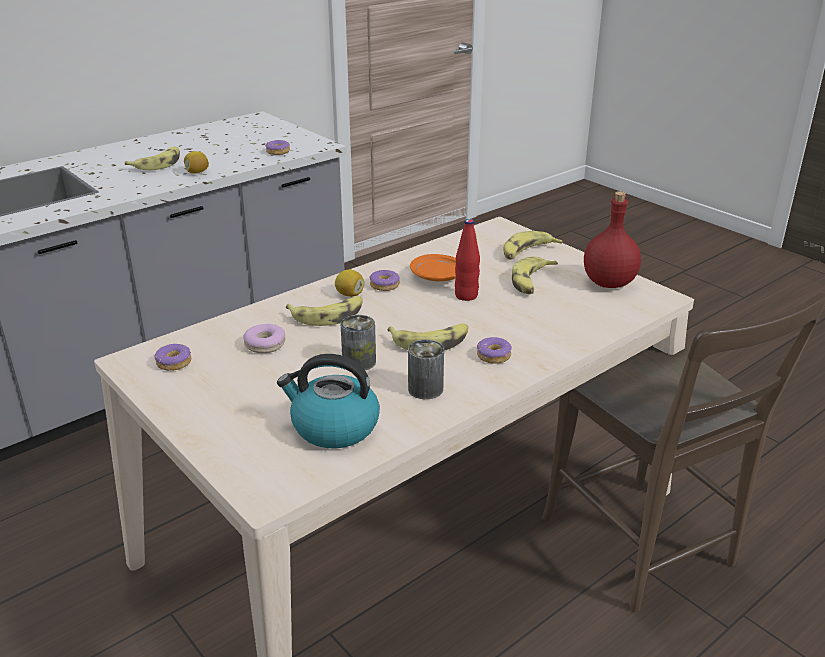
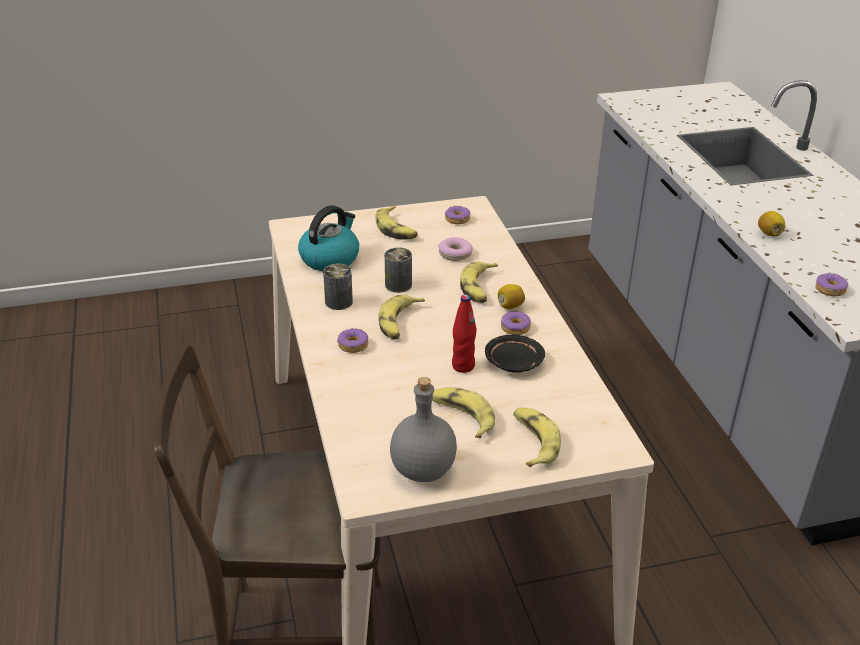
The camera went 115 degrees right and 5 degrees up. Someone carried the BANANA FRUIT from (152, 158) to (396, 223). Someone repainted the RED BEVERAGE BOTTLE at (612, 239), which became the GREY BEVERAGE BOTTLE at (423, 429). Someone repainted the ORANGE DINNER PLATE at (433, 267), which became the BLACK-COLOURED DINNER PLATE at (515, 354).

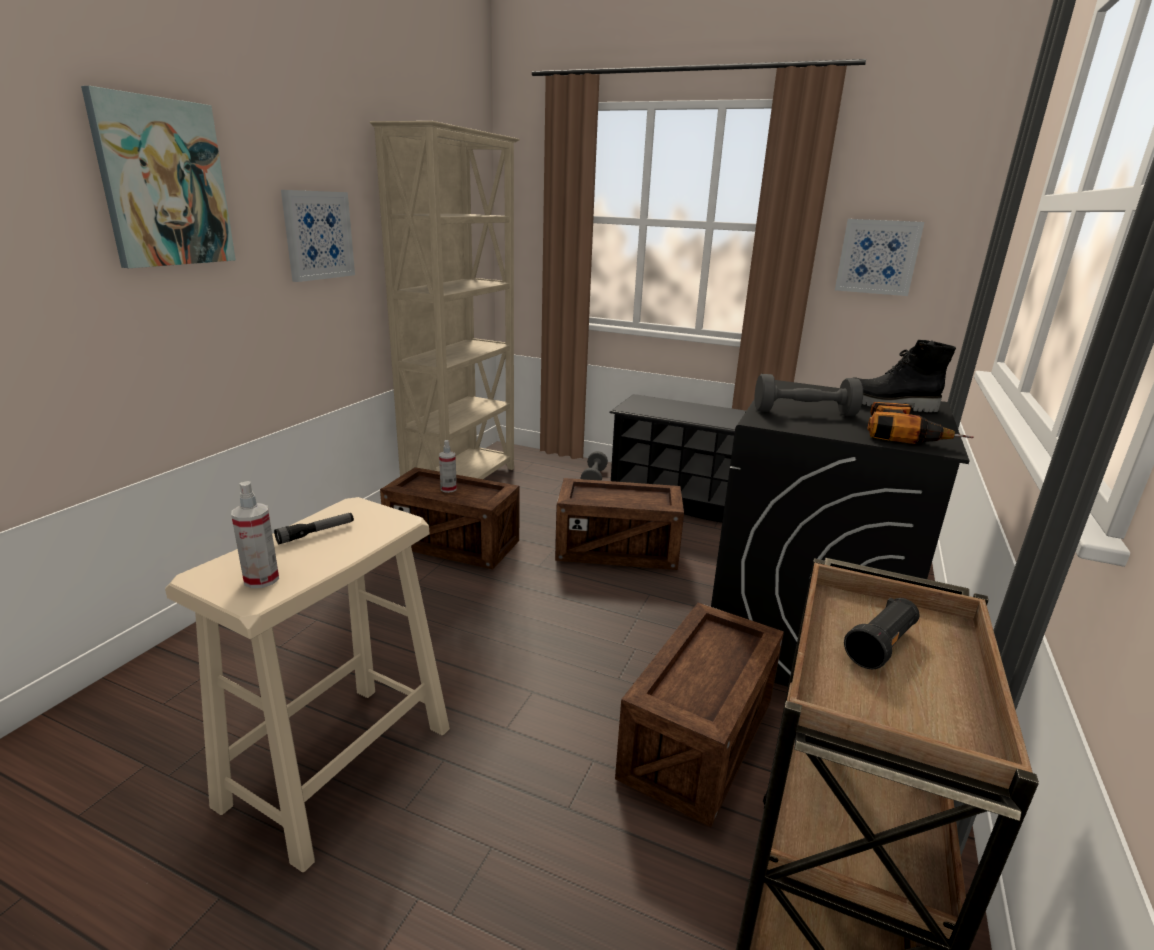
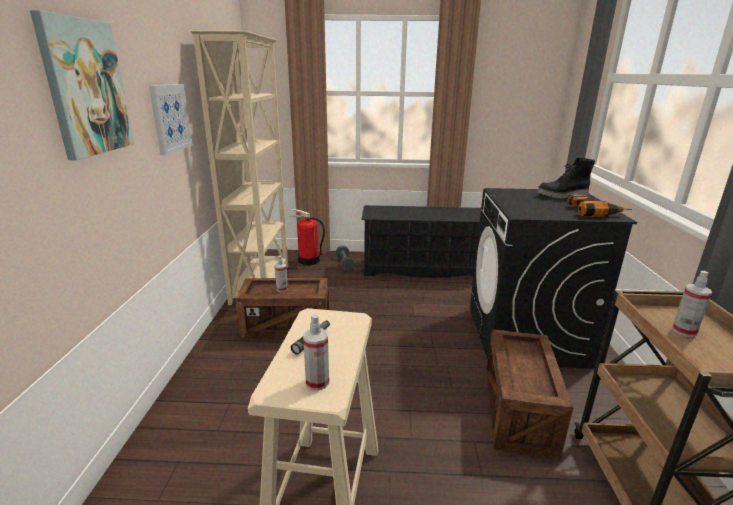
The camera went 20 degrees left and 0 degrees up. Someone took away the WALL ART at (879, 257). Someone took away the GREY FREE WEIGHT at (809, 395). Someone took away the SHIPPING CRATE at (619, 524). Someone swapped the BLACK-COLOURED TORCH at (881, 633) for the SPRAY BOTTLE at (692, 304). Someone put down the FIRE-FIGHTING CYLINDER at (307, 237).

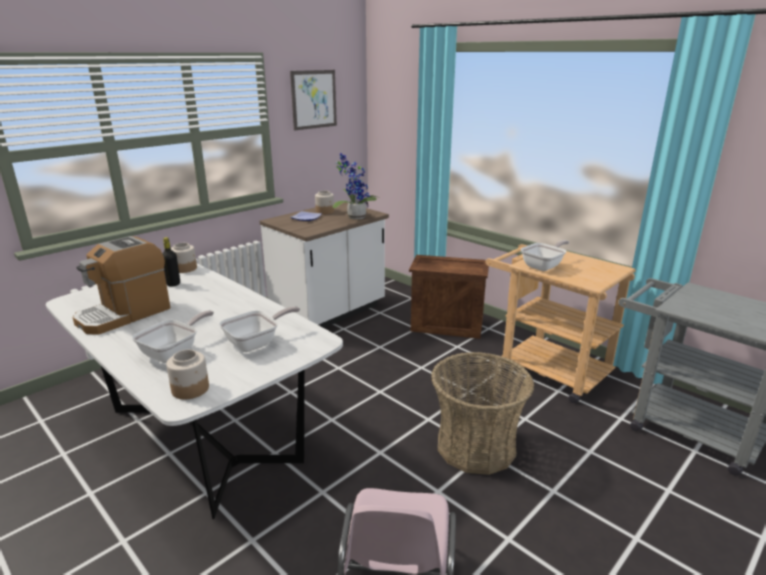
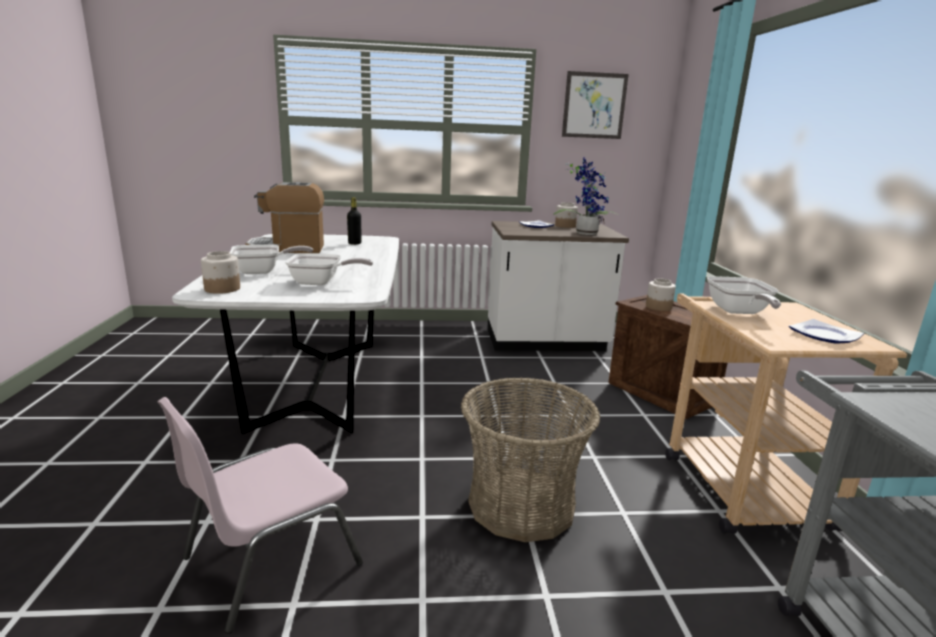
The camera went 40 degrees right and 5 degrees down. Someone rotated the SKILLET at (545, 255) by 90 degrees clockwise. Someone carried the JAR from (184, 258) to (661, 294). Someone put down the DINNER PLATE at (826, 331).

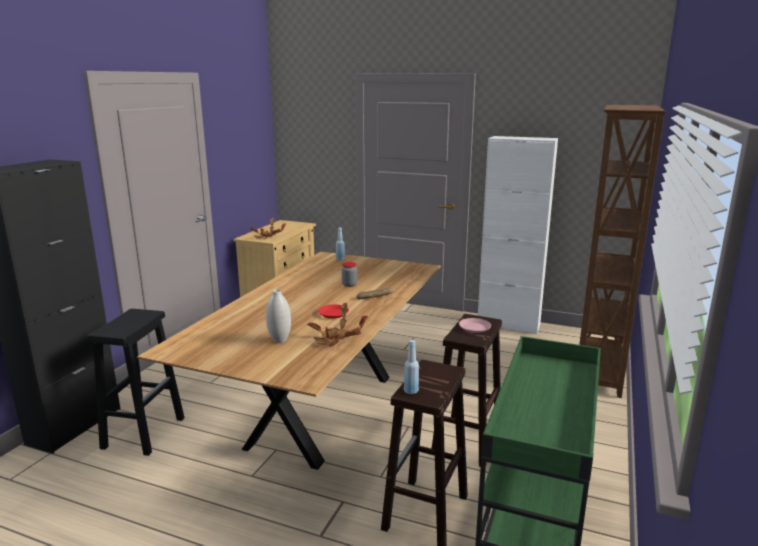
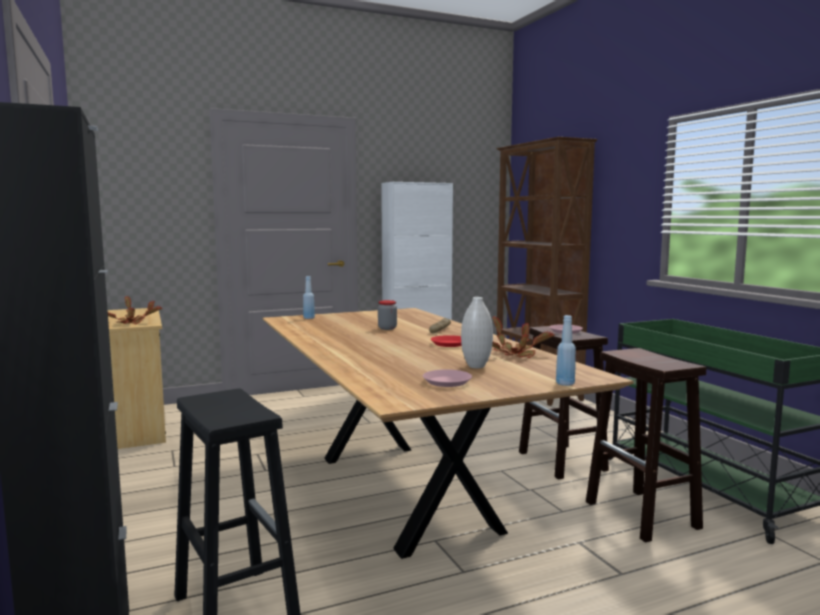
The camera went 45 degrees left and 10 degrees down. Someone carried the BLUISH BEVERAGE BOTTLE from (411, 367) to (566, 350). Someone put down the PINK-COLOURED DINNER PLATE at (447, 378).

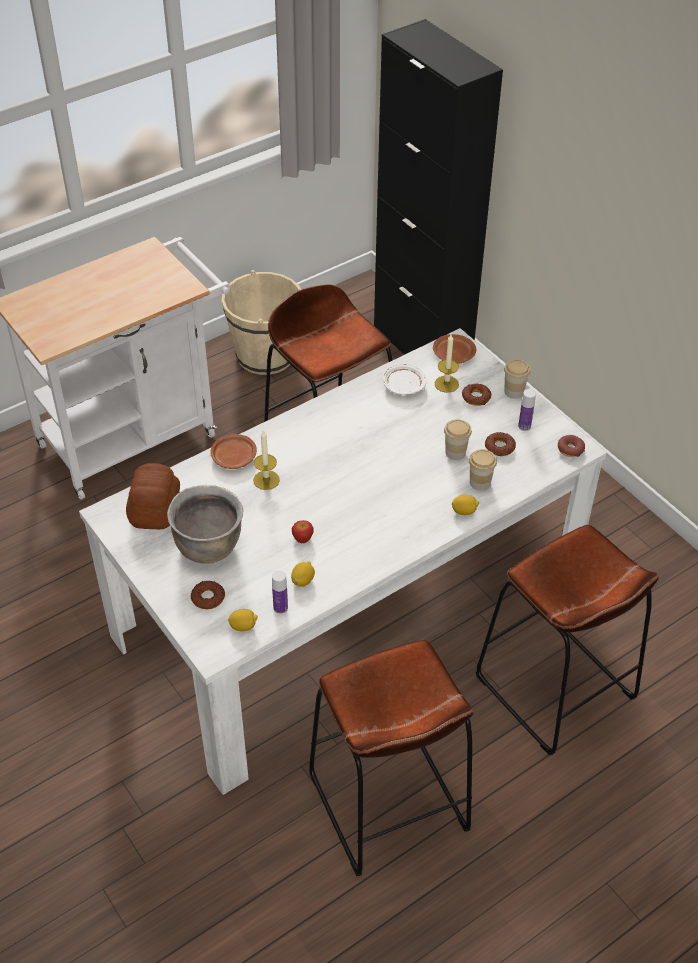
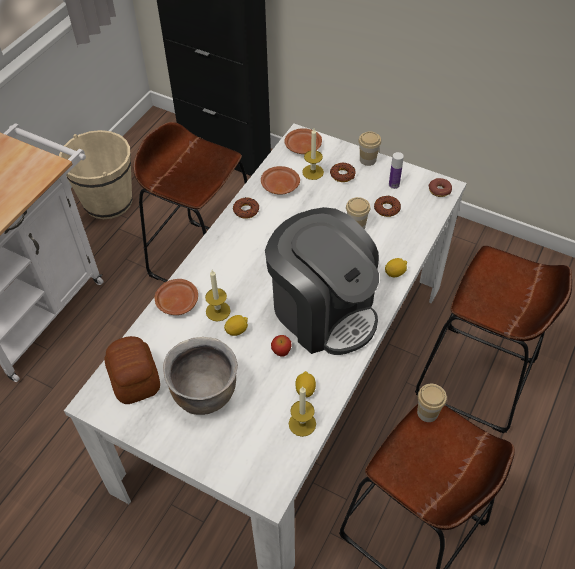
The camera went 25 degrees left and 5 degrees up. Someone repainted the WHITE DINNER PLATE at (405, 379), which became the BROWN DINNER PLATE at (280, 180). Someone carried the DRINKING CUP from (483, 470) to (432, 403). Someone swapped the BEVERAGE BOTTLE at (280, 592) for the CANDLE at (302, 412). Someone carried the DOUGHNUT from (208, 595) to (246, 208). Someone carried the CITRUS FRUIT from (243, 620) to (236, 325). Someone put down the COFFEE MAKER at (322, 281).

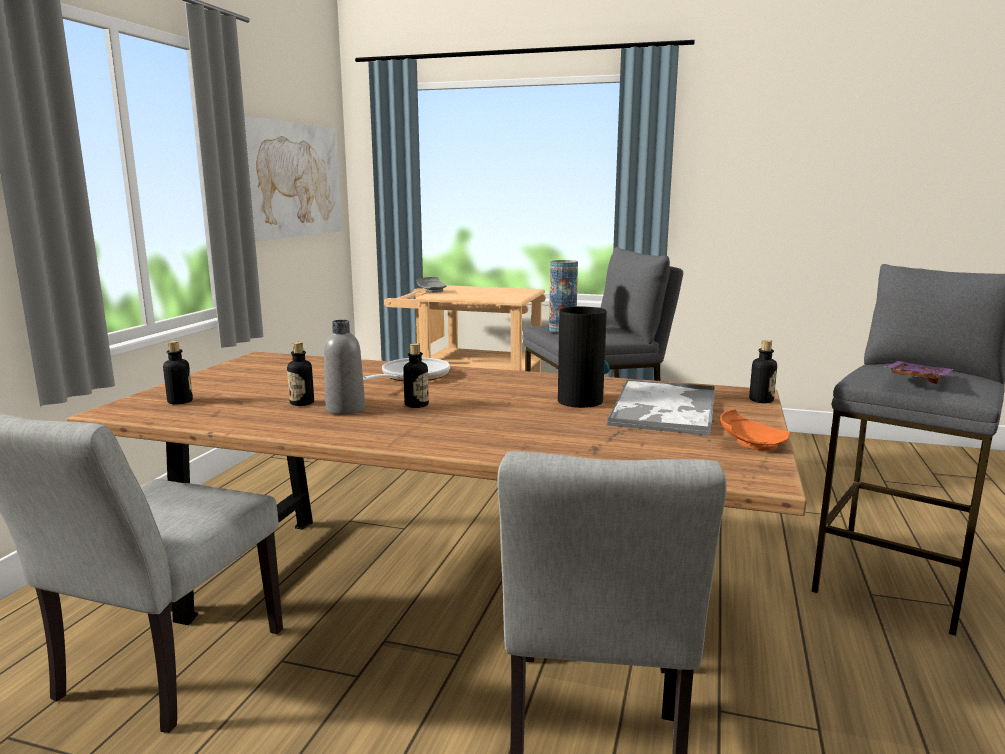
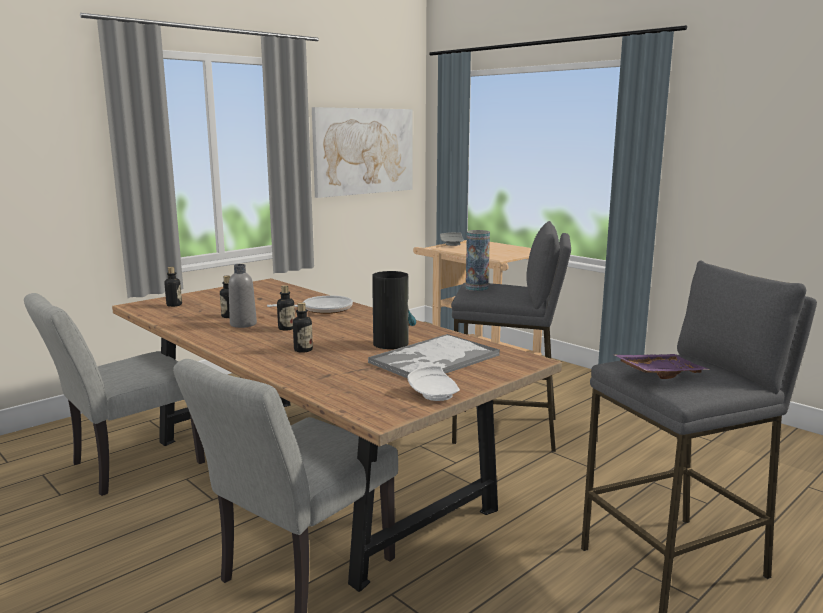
The camera went 30 degrees right and 0 degrees up. Someone carried the BEVERAGE BOTTLE from (763, 371) to (303, 327). Someone repainted the ORANGE DINNER PLATE at (755, 430), which became the WHITE DINNER PLATE at (433, 383).

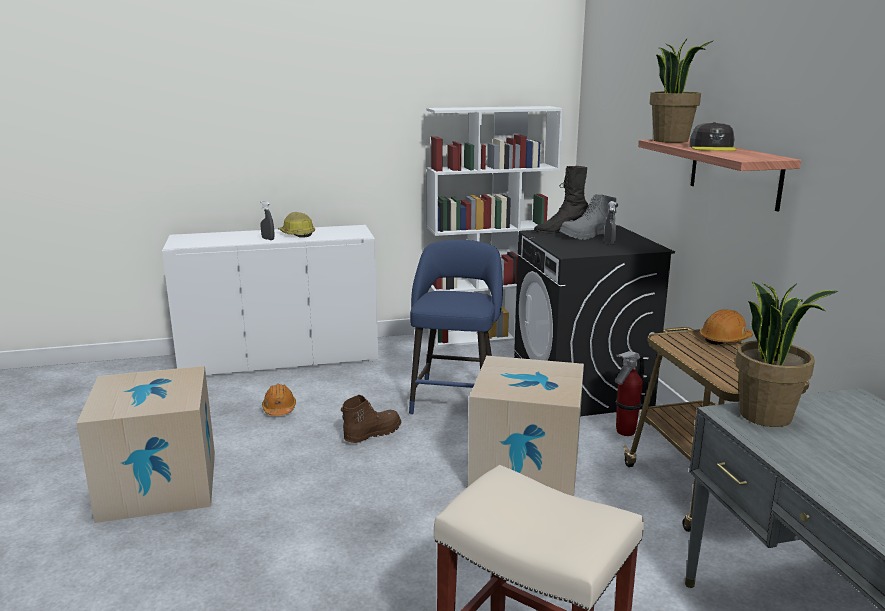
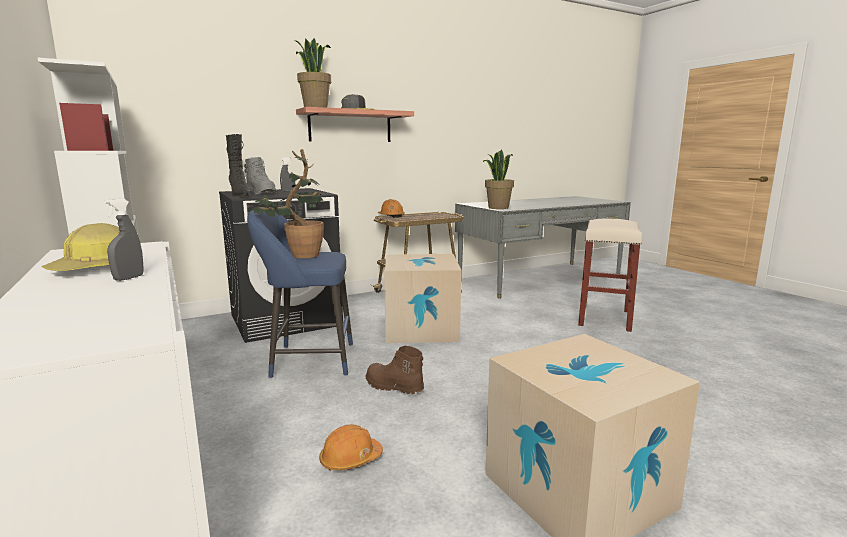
The camera went 105 degrees left and 5 degrees down. Someone took away the FIRE-FIGHTING CYLINDER at (629, 393). Someone put down the POTTED PLANT at (288, 203).

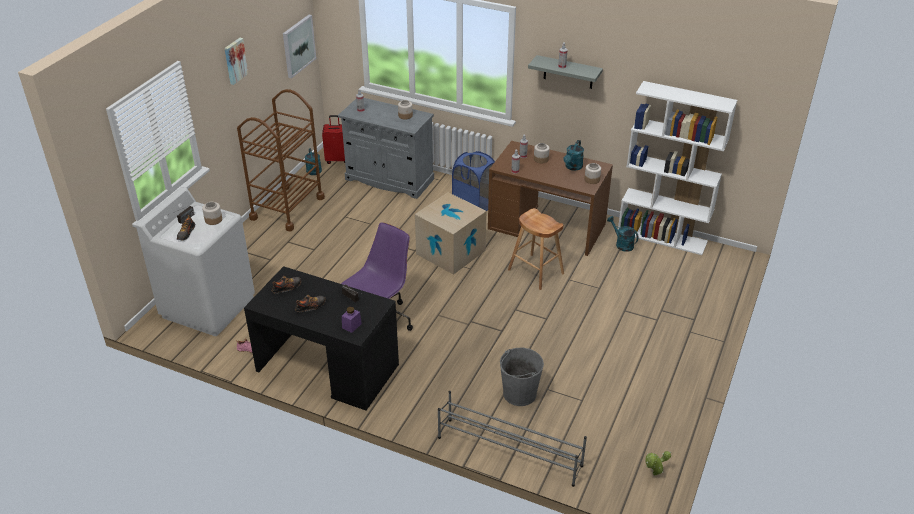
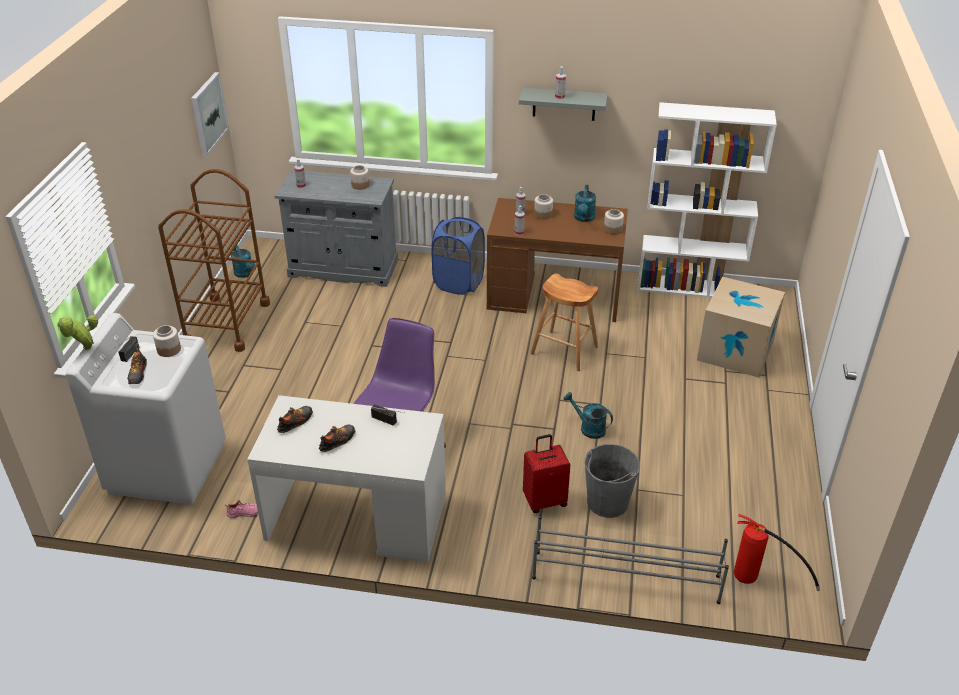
The camera went 15 degrees left and 0 degrees up. Someone took away the WALL ART at (237, 61). Someone carried the RED TRAVEL CASE from (333, 139) to (546, 473). Someone carried the CARDBOARD BOX from (450, 233) to (741, 327). Someone carried the TURQUOISE-COLOURED SPRINKLING CAN from (622, 234) to (588, 415). Someone repainted the BLACK-COLOURED DESK UNIT at (321, 338), which became the WHITE DESK UNIT at (346, 478). Someone took away the PURPLE JAR at (352, 320). Someone carried the POTTED PLANT from (658, 463) to (77, 332). Someone put down the FIRE-FIGHTING CYLINDER at (777, 552).

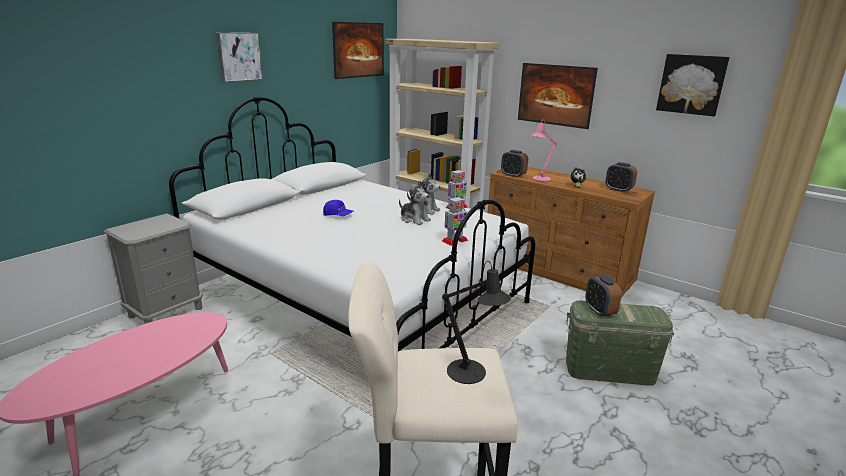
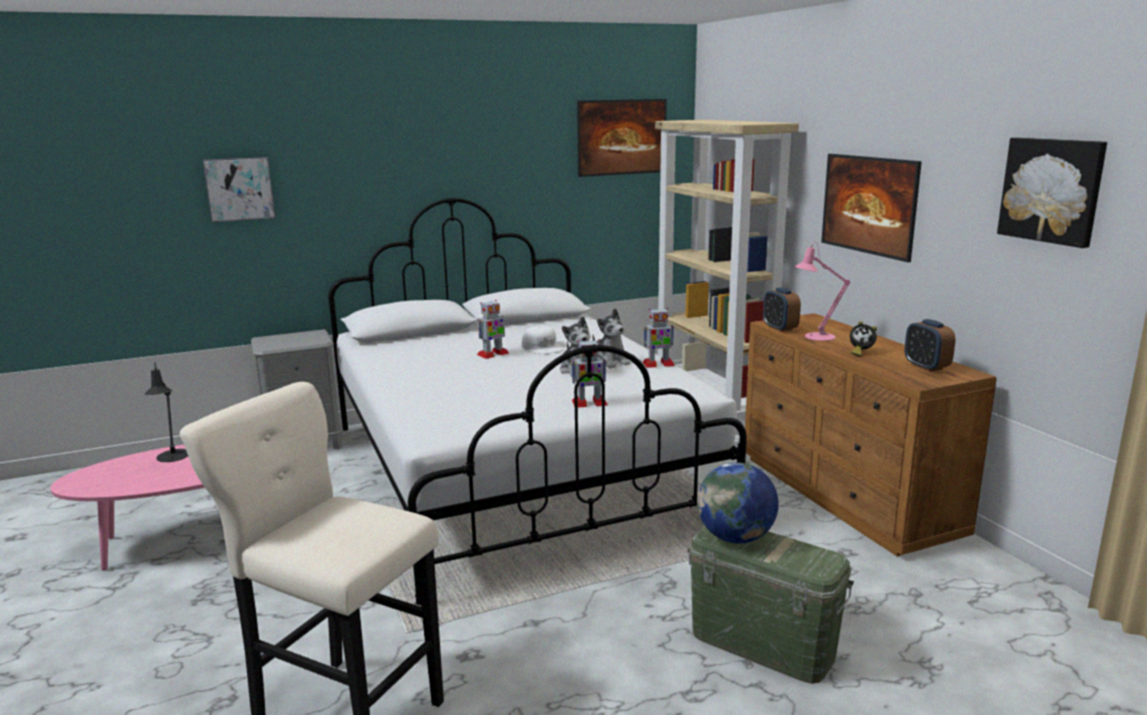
The camera went 30 degrees right and 5 degrees down. Someone carried the WALL ART from (240, 57) to (239, 189). Someone swapped the BLUISH BASEBALL CAP at (338, 208) for the ROBOT FIGURE at (493, 329). Someone carried the BLACK-COLOURED LAMP FOR A TABLE from (476, 322) to (166, 412). Someone swapped the ALARM CLOCK at (603, 296) for the GLOBE at (738, 502). Someone put down the WHITE BASEBALL CAP at (543, 339).

